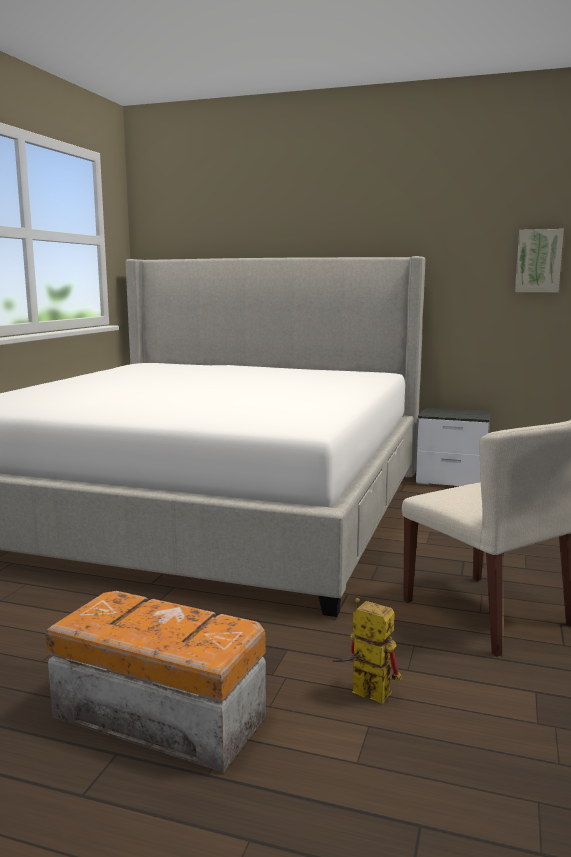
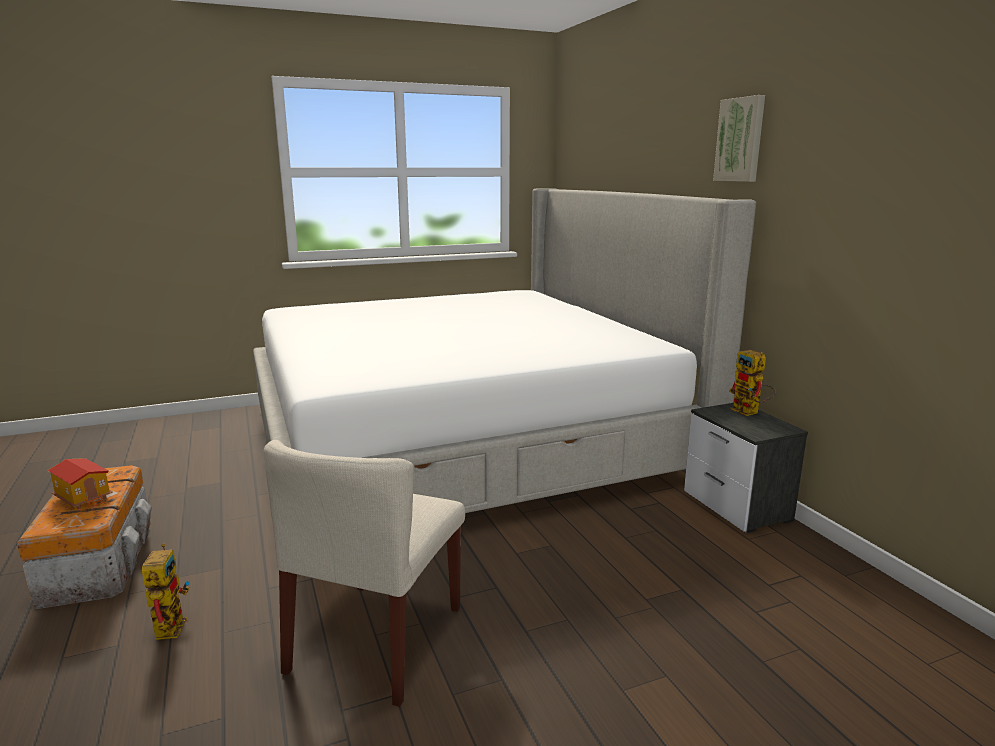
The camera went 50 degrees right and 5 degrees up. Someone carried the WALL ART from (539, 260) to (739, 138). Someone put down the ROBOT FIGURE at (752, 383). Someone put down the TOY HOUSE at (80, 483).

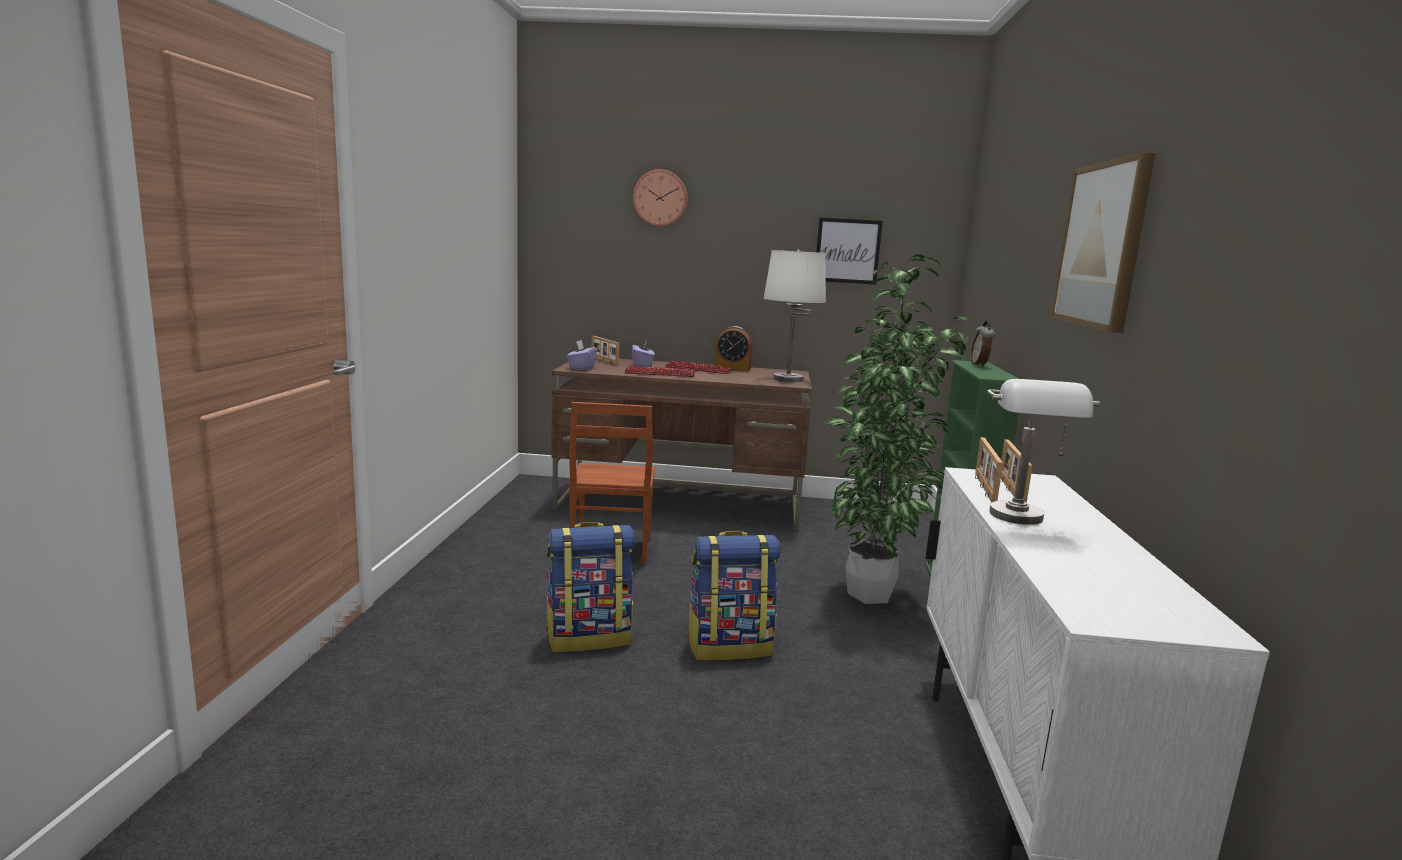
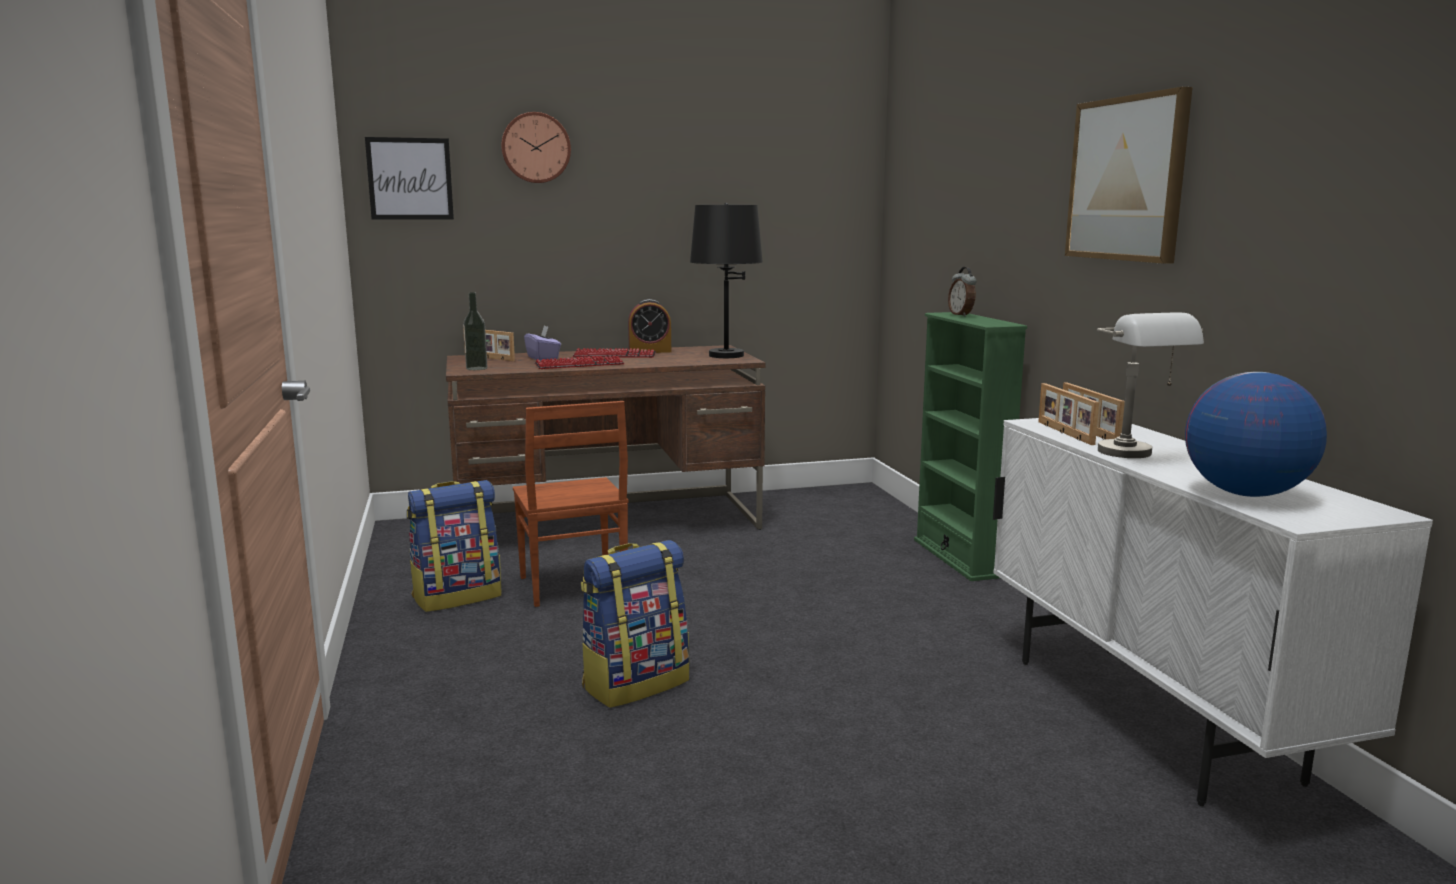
The camera went 20 degrees left and 0 degrees up. Someone carried the WALL ART from (849, 251) to (409, 178). Someone repainted the WHITE LAMP FOR A TABLE at (795, 316), which became the BLACK-COLOURED LAMP FOR A TABLE at (726, 280). Someone took away the POTTED PLANT at (896, 429). Someone swapped the PURPLE TISSUE BOX at (582, 355) for the BEVERAGE BOTTLE at (475, 331). Someone carried the BACKPACK from (733, 595) to (454, 546). Someone put down the GLOBE at (1256, 434).

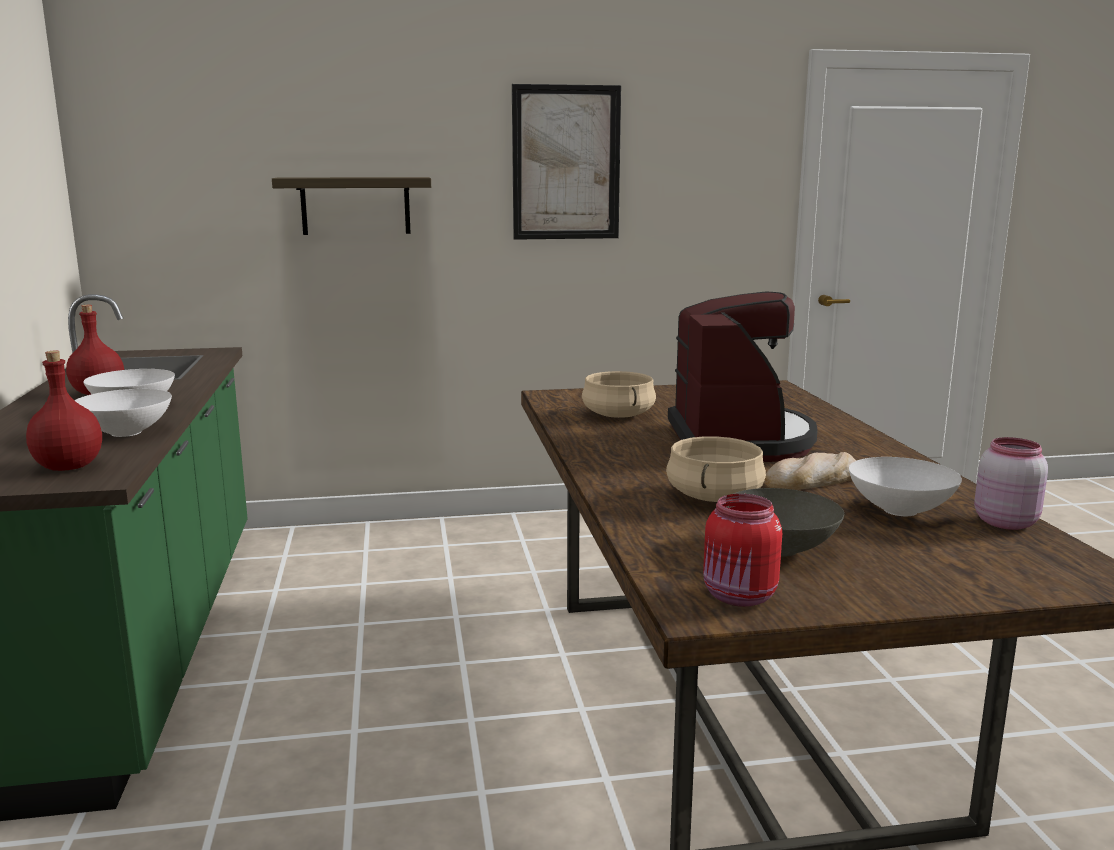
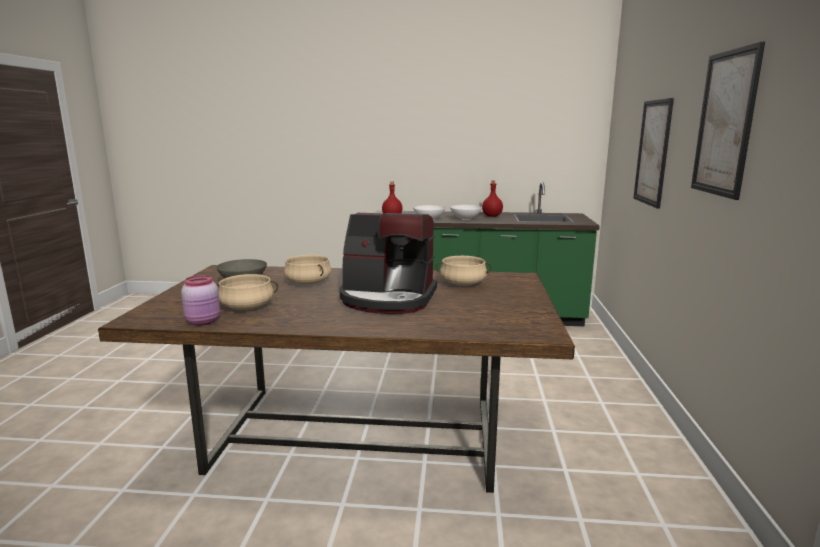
The camera went 105 degrees right and 0 degrees up. Someone swapped the BRACKET SHELF at (351, 206) for the WALL ART at (653, 153). Someone took away the BREAD at (810, 471). Someone swapped the WHITE BOWL at (905, 486) for the BEIGE COOKING POT at (247, 292). Someone took away the RED JAR at (742, 550).

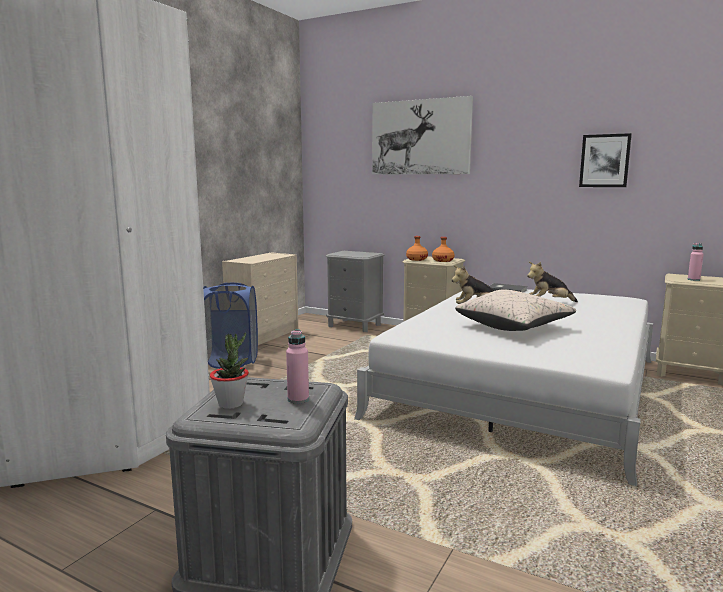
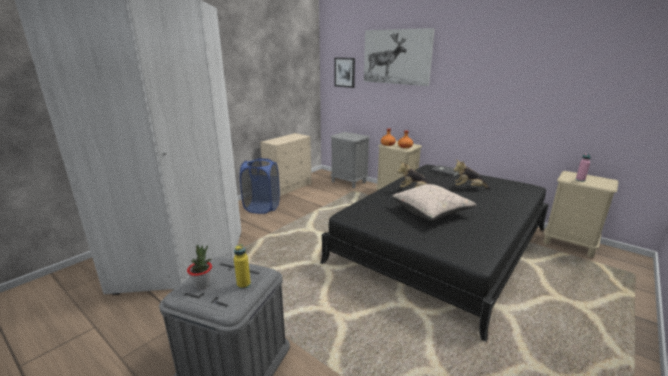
The camera went 10 degrees right and 10 degrees up. Someone carried the WALL ART from (605, 160) to (345, 73). Someone repainted the WHITE BED at (503, 387), which became the BLACK-COLOURED BED at (434, 253). Someone repainted the PINK-COLOURED BEVERAGE BOTTLE at (297, 366), which became the YELLOW BEVERAGE BOTTLE at (242, 266).

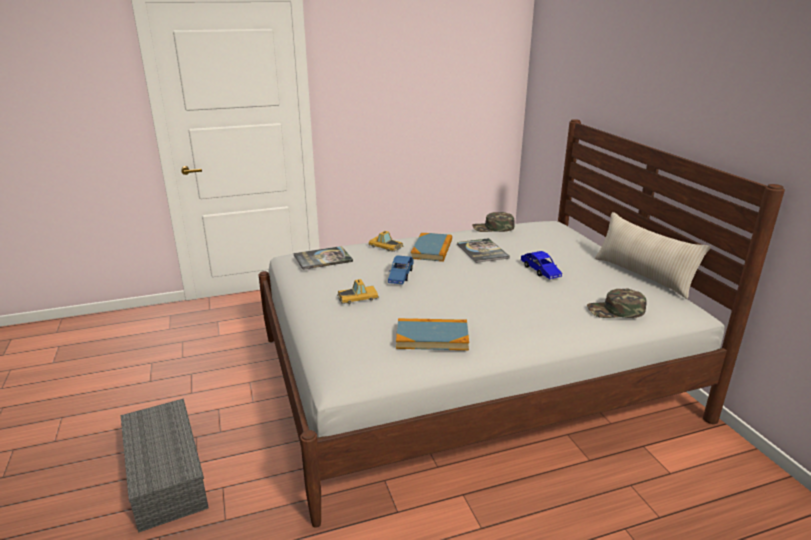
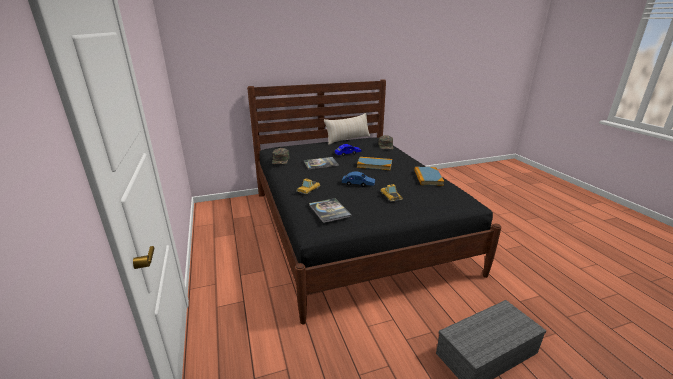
The camera went 90 degrees left and 0 degrees up. Someone repainted the WHITE BED at (522, 323), which became the BLACK-COLOURED BED at (374, 201). Someone carried the BOUND BOOK from (431, 247) to (374, 163).

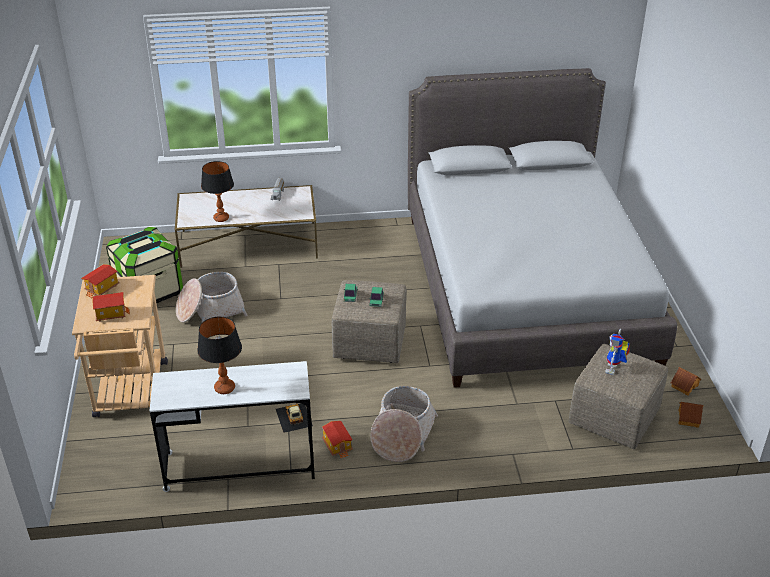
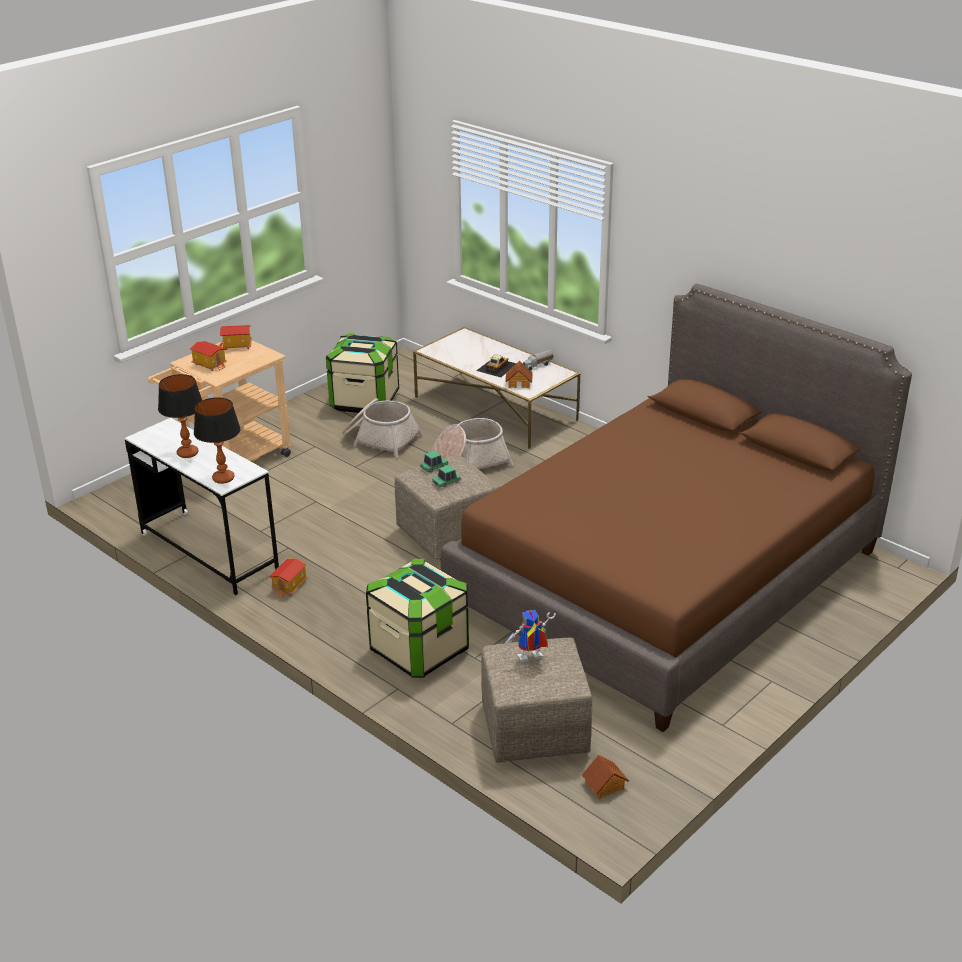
The camera went 50 degrees right and 5 degrees down. Someone repainted the GREY BED at (542, 228), which became the BROWN BED at (676, 508). Someone carried the LAMP FOR A TABLE from (217, 191) to (217, 440). Someone carried the TOY HOUSE from (686, 381) to (519, 374). Someone carried the HOUSEHOLD BASKET from (404, 424) to (472, 443). Someone carried the MINIATURE CAR from (294, 418) to (496, 366). Someone put down the STORAGE BIN at (417, 618).

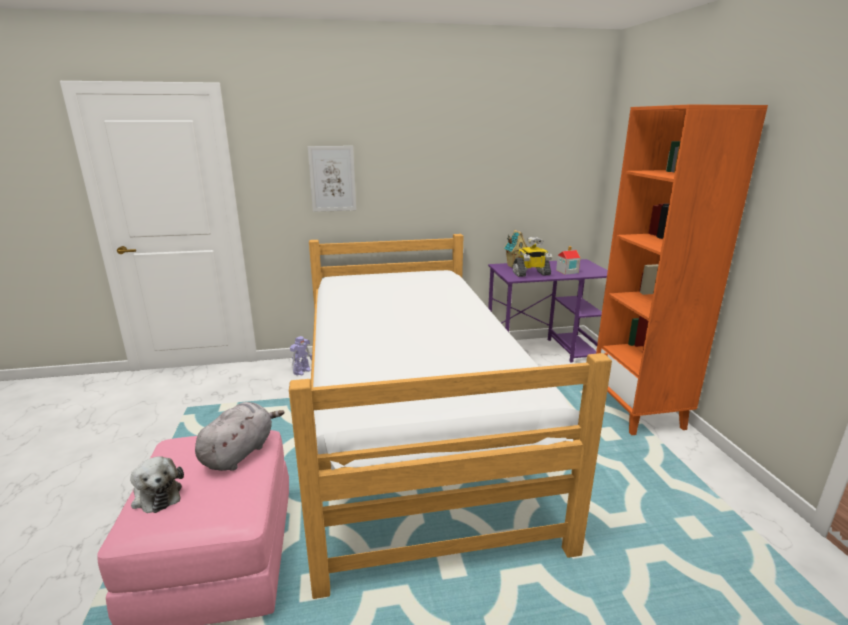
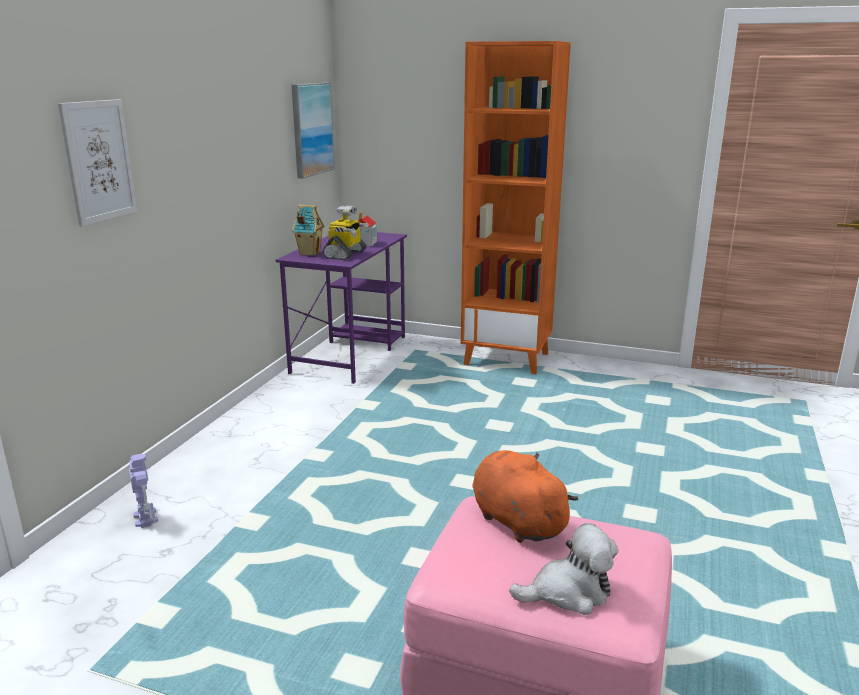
The camera went 60 degrees left and 0 degrees up. Someone took away the BED at (450, 416). Someone repainted the GREY PLUSH TOY at (240, 436), which became the ORANGE PLUSH TOY at (525, 496). Someone put up the WALL ART at (312, 131).

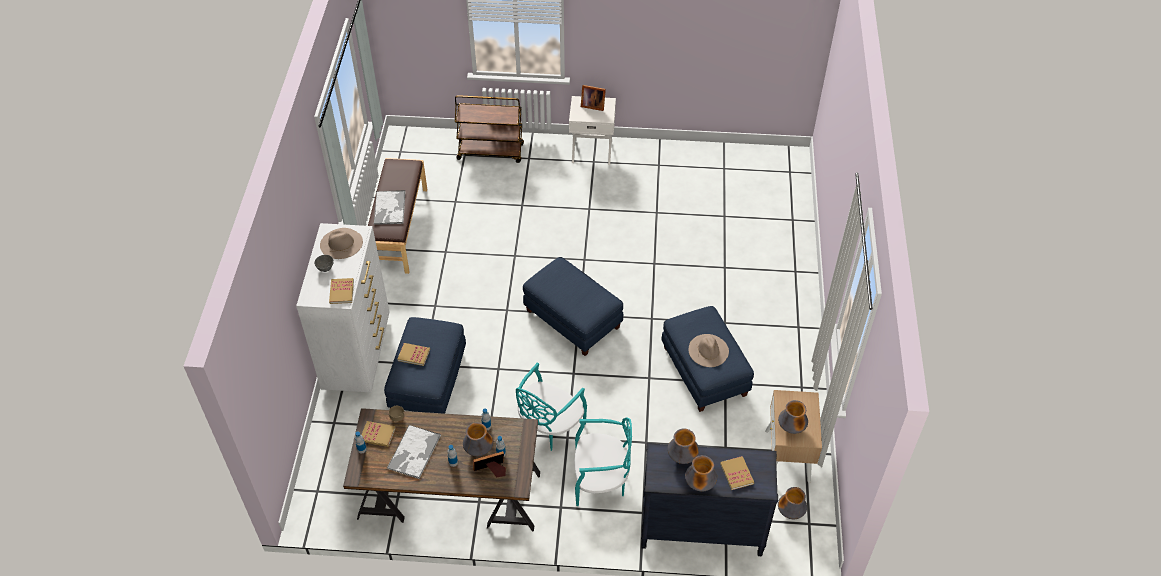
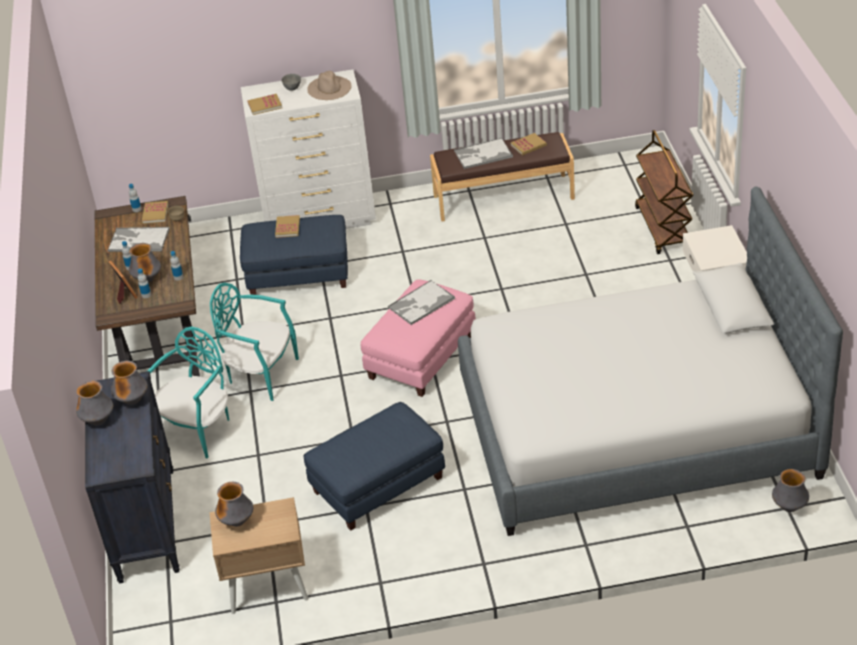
The camera went 80 degrees right and 10 degrees down. Someone took away the PICTURE FRAME at (593, 98). Someone repainted the BLUISH OTTOMAN at (573, 306), which became the PINK-COLOURED OTTOMAN at (418, 338). Someone took away the BEIGE WEARABLE HAT at (708, 350). Someone rotated the TURQUOISE-COLOURED PLAIN CHAIR at (603, 461) by 135 degrees counterclockwise. Someone carried the BOUND BOOK from (737, 473) to (529, 144). Someone carried the FLOWER VASE from (792, 503) to (790, 490). Someone put down the BED at (650, 361). Someone put down the SERVING TRAY at (421, 302).

